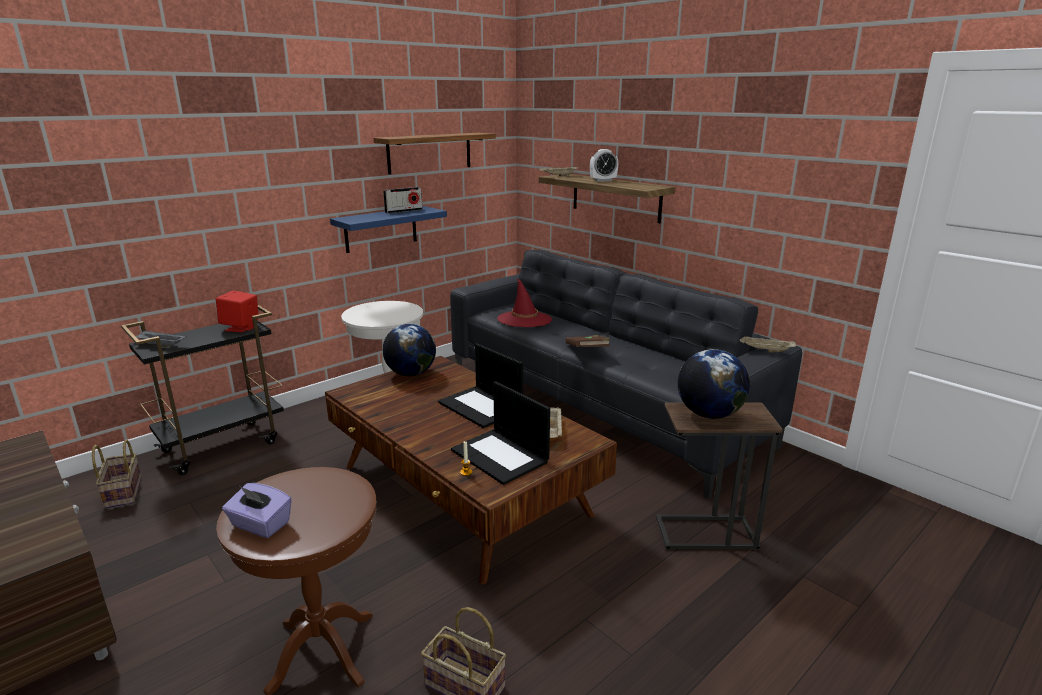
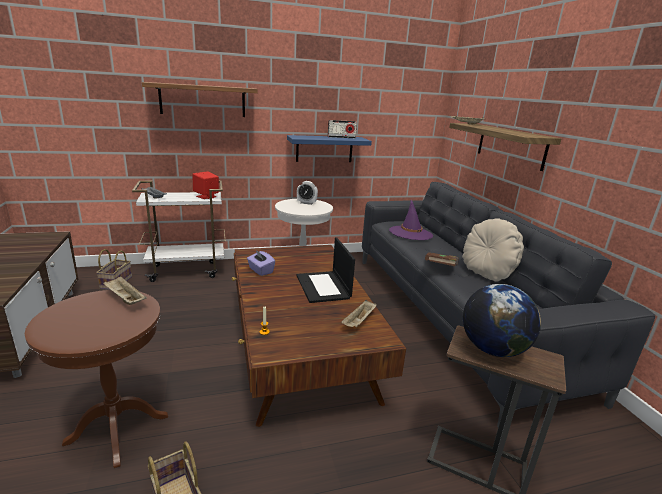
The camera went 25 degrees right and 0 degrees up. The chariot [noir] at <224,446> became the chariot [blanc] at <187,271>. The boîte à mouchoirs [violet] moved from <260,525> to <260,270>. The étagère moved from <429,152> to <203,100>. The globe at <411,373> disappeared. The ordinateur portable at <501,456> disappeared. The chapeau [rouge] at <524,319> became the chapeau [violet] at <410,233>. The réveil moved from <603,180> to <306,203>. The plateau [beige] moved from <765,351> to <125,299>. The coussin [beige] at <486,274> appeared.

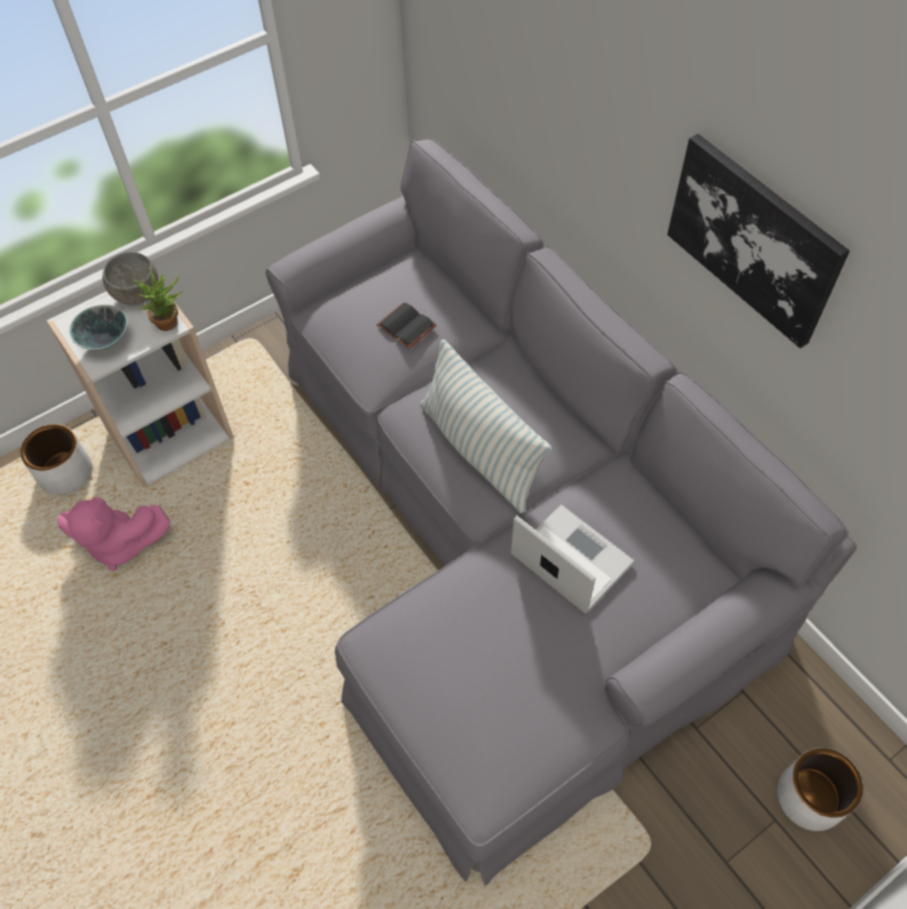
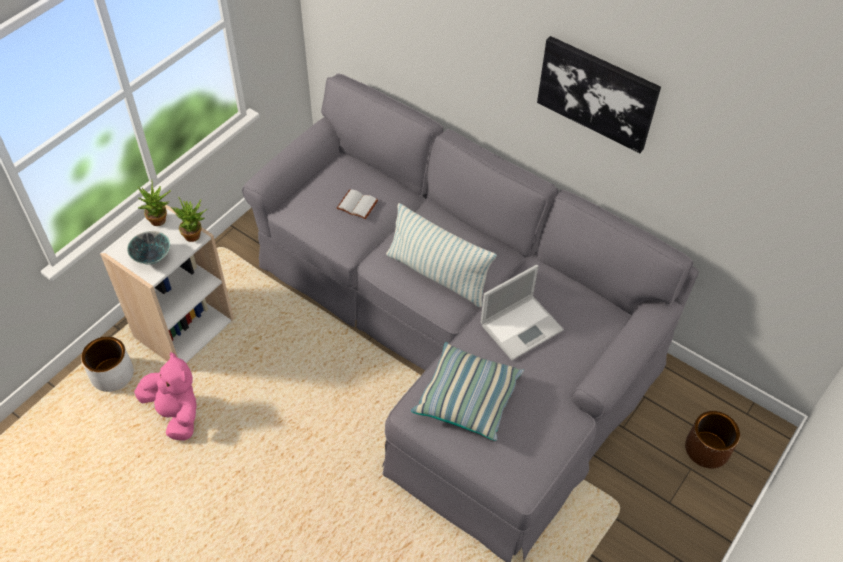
The camera went 20 degrees left and 5 degrees down. The peluche [rose] at <119,543> turned 120 degrees counterclockwise. The bol [gris] at <136,294> was replaced by the plante en pot at <161,221>. The livre [noir] at <405,327> became the livre [blanc] at <356,205>. The ordinateur portable at <569,558> turned 120 degrees clockwise. The cache-pot [blanc] at <810,798> became the cache-pot [marron] at <707,449>. The coussin at <467,398> appeared.

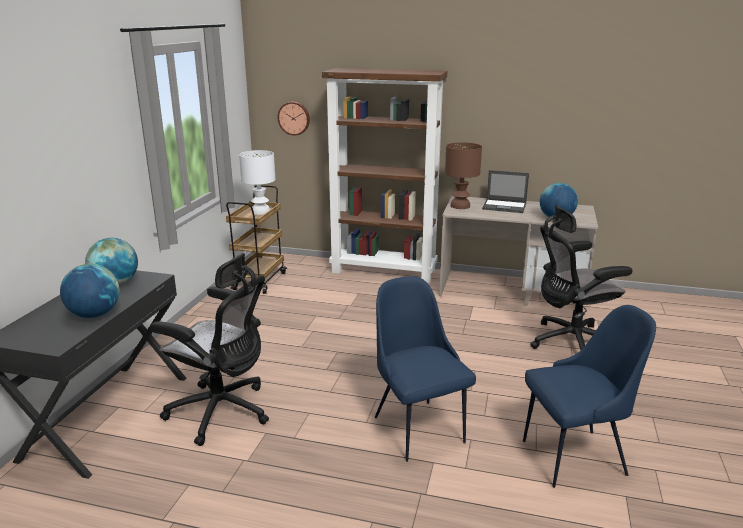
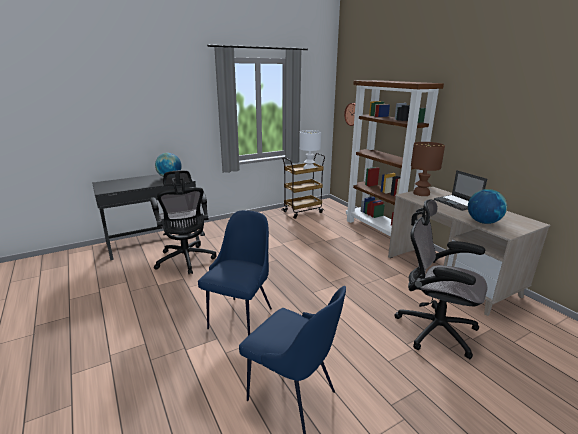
The camera went 45 degrees right and 0 degrees up. The globe at <94,315> disappeared.

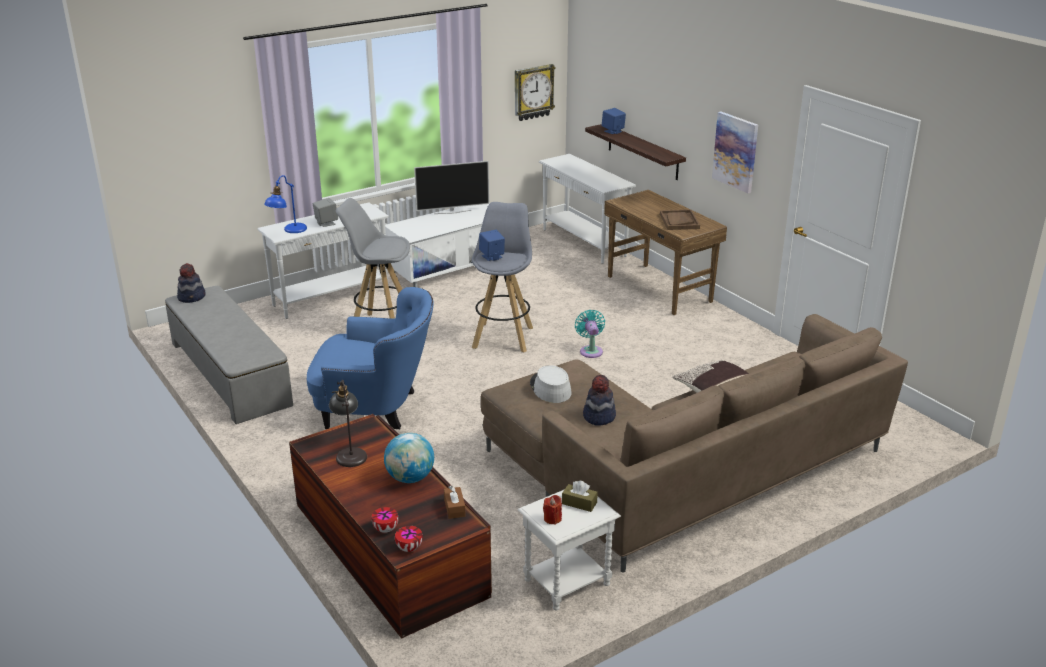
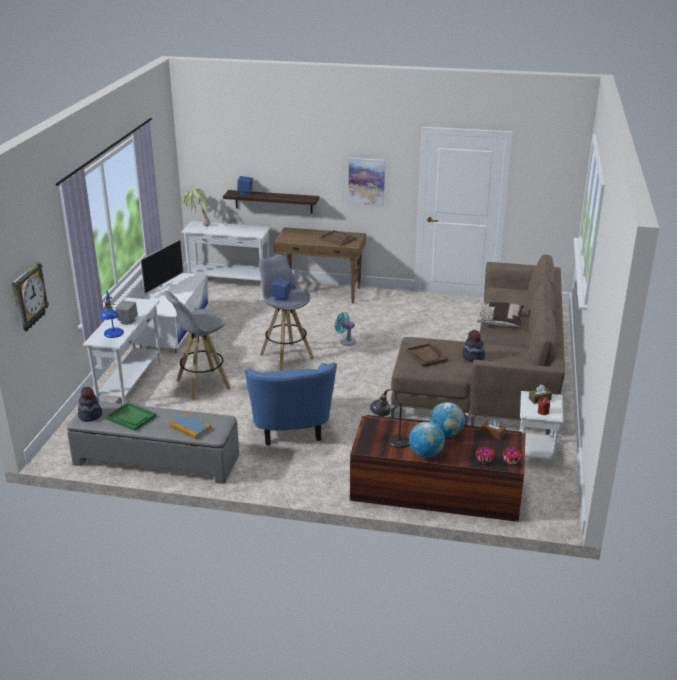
The camera went 45 degrees left and 0 degrees up. The fauteuil [bleu] at <376,408> turned 120 degrees clockwise. The horloge murale moved from <533,92> to <28,297>. The chapeau [gris] at <550,388> was replaced by the plateau [marron] at <426,356>. The plateau [vert] at <131,418> appeared. The livre at <190,428> appeared. The plante en pot at <197,226> appeared. The globe at <426,454> appeared.

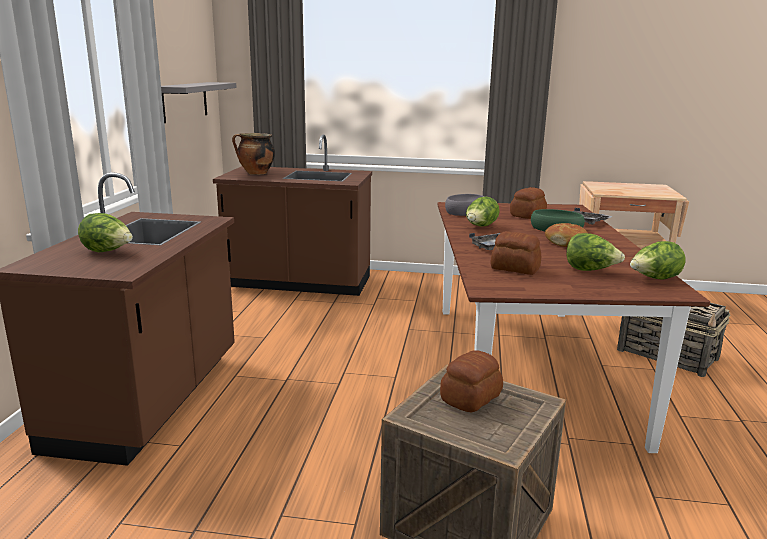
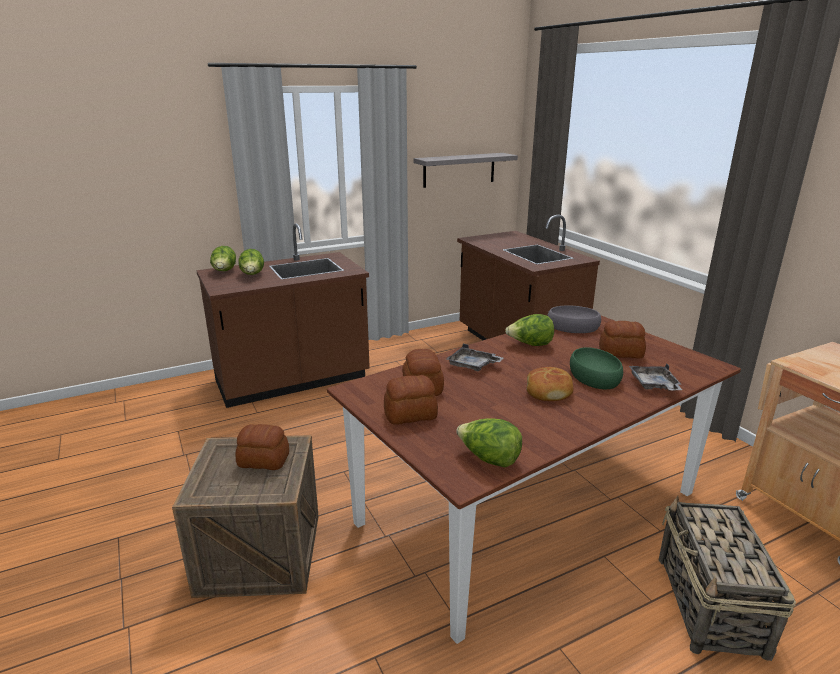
The camera went 55 degrees right and 5 degrees up. The marmite at <256,173> disappeared. The laitue moved from <590,270> to <224,271>. The pain at <411,415> appeared.

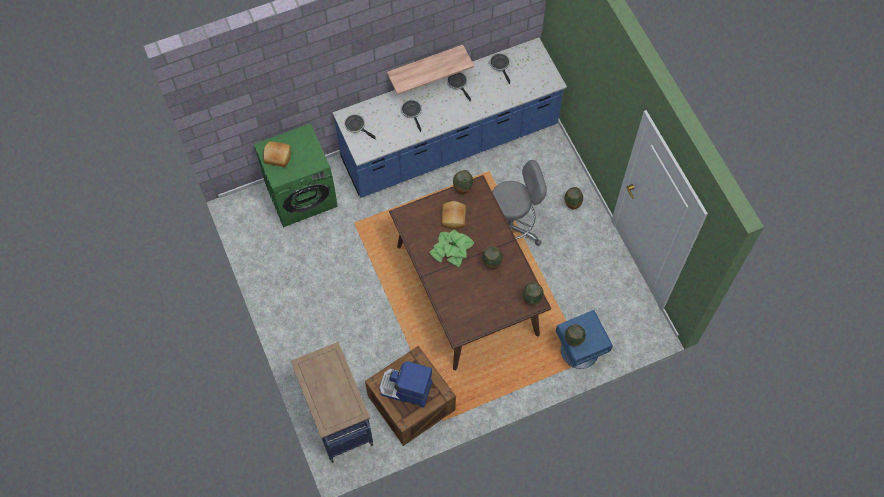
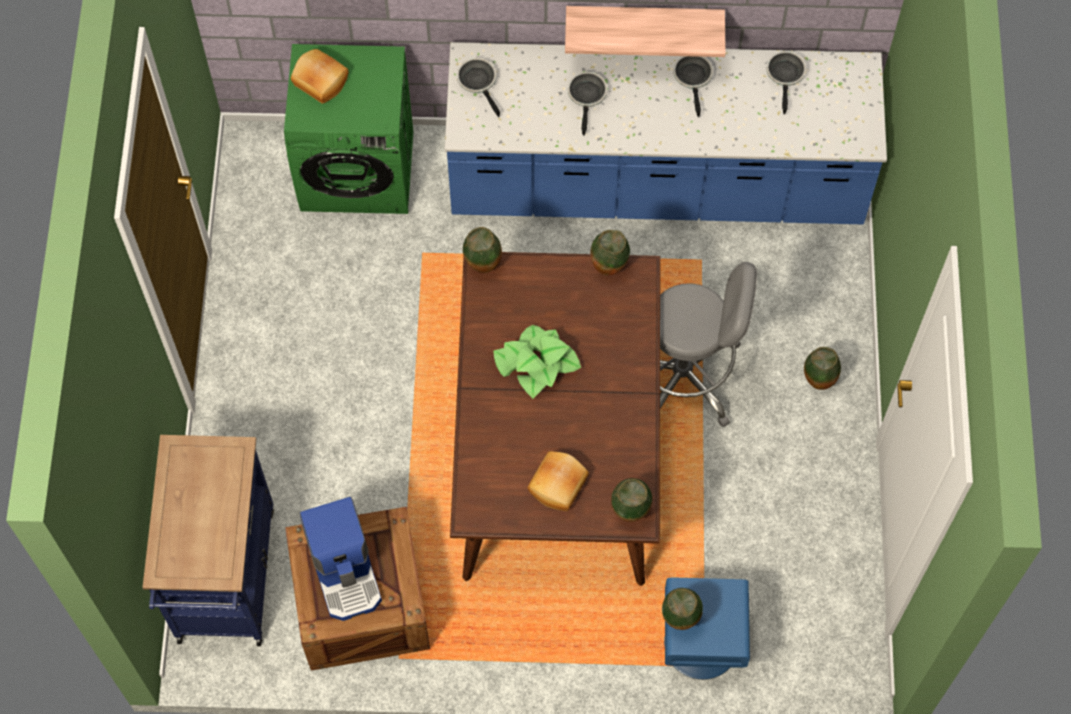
The camera went 25 degrees right and 0 degrees up. The machine à café at <405,389> turned 150 degrees counterclockwise. The pain moved from <454,218> to <559,486>. The vase moved from <491,266> to <483,268>.

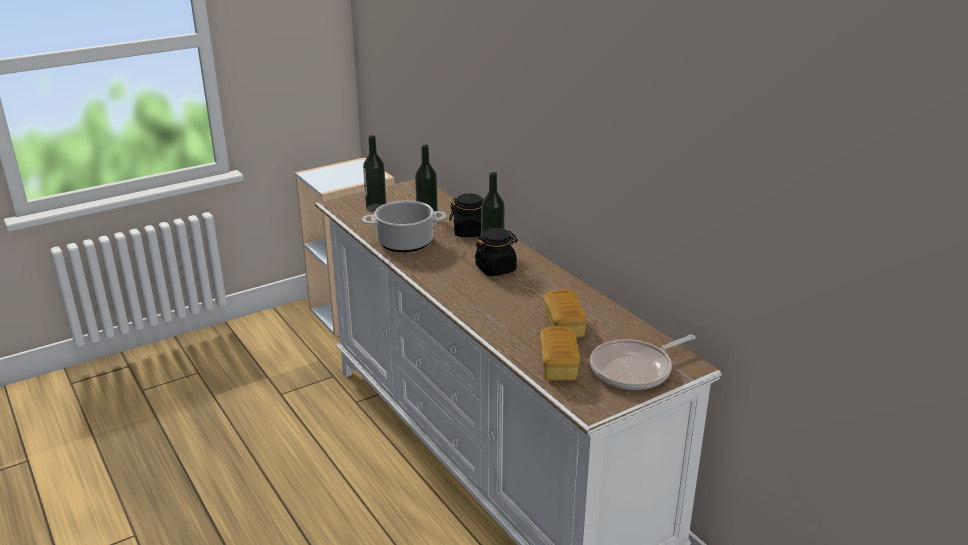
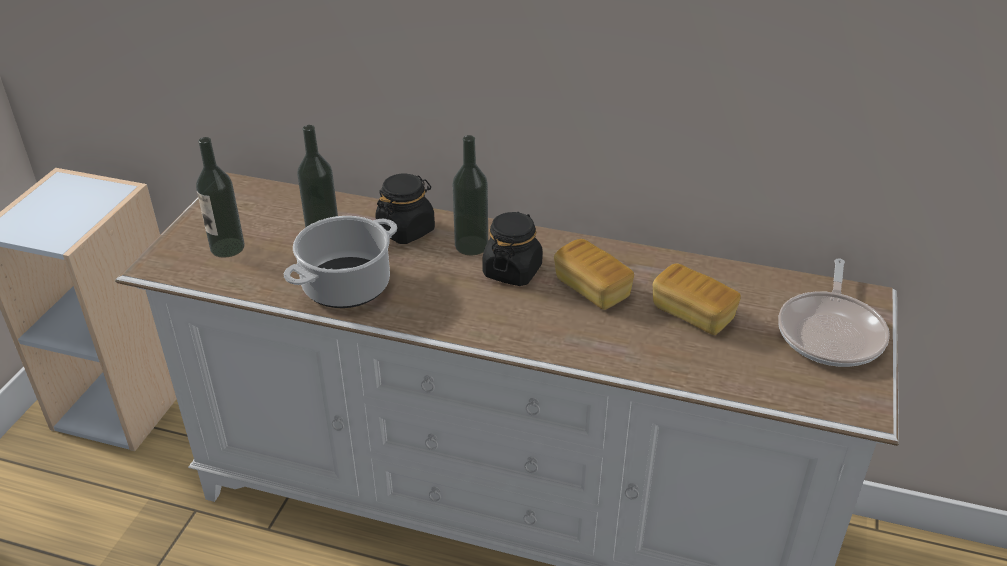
The camera went 40 degrees left and 10 degrees up. The pain moved from <558,366> to <592,288>.

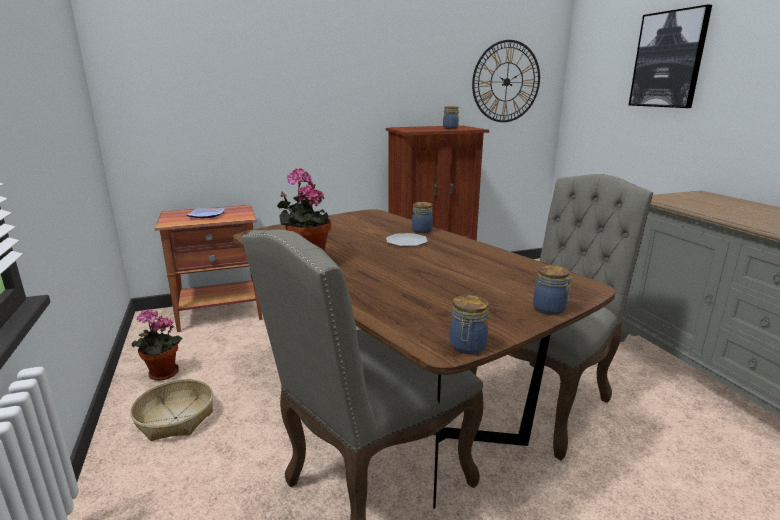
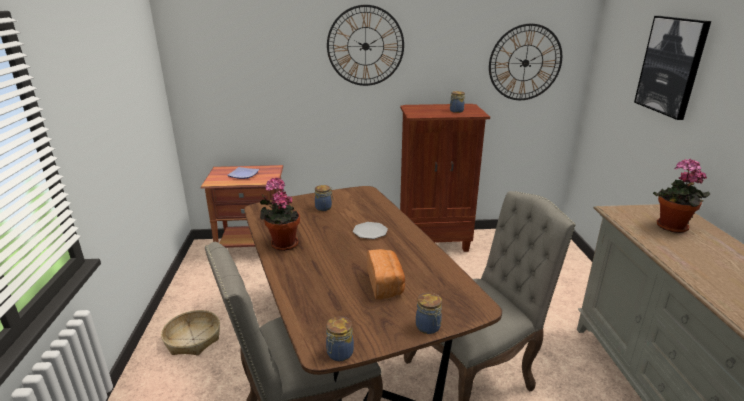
The camera went 15 degrees right and 5 degrees up. The plante en pot moved from <161,375> to <671,228>. The bocal moved from <422,230> to <324,208>. The horloge murale at <365,46> appeared. The pain at <385,284> appeared.

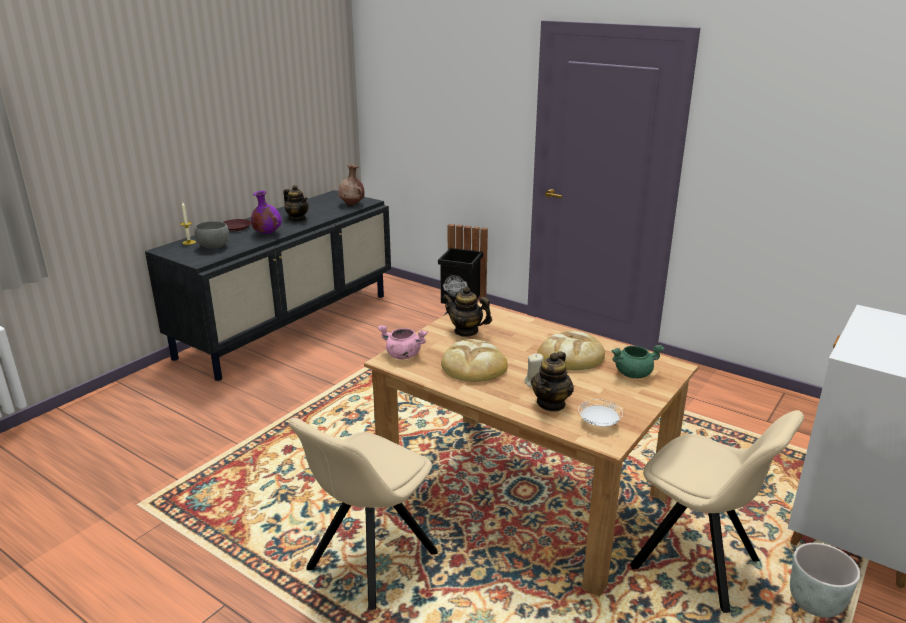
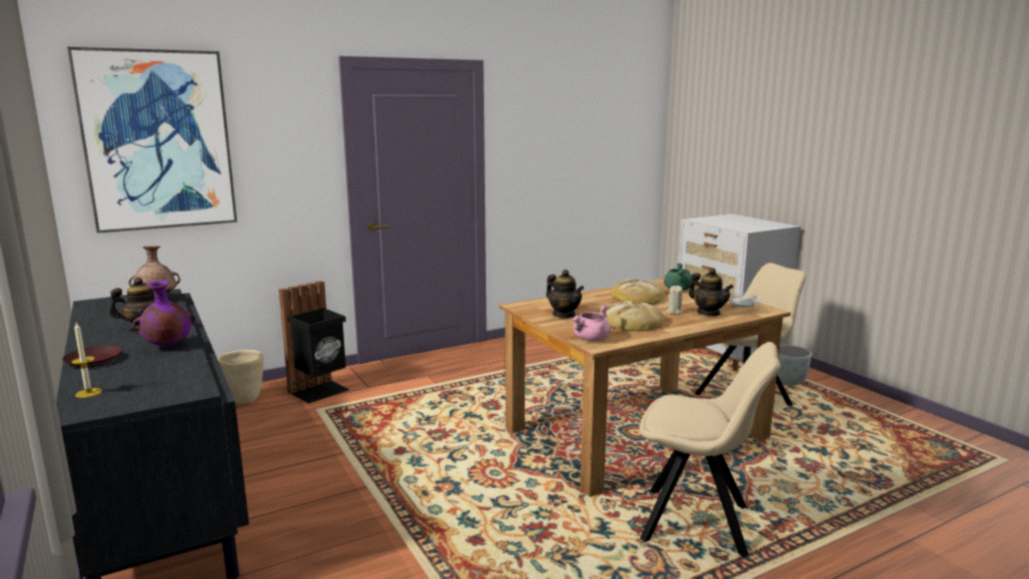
The camera went 65 degrees left and 10 degrees down. The bol [gris] at <214,247> disappeared. The chaise [beige] at <370,560> turned 45 degrees counterclockwise. The théière at <466,331> turned 90 degrees counterclockwise. The tableau at <158,140> appeared. The cache-pot [beige] at <245,399> appeared.

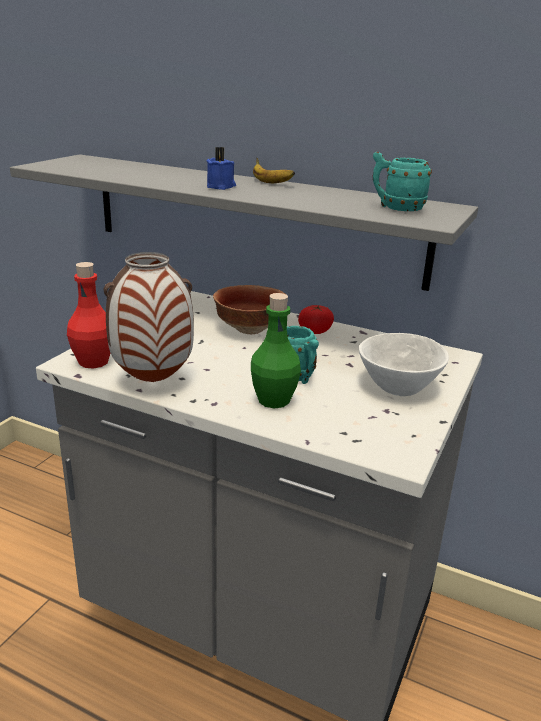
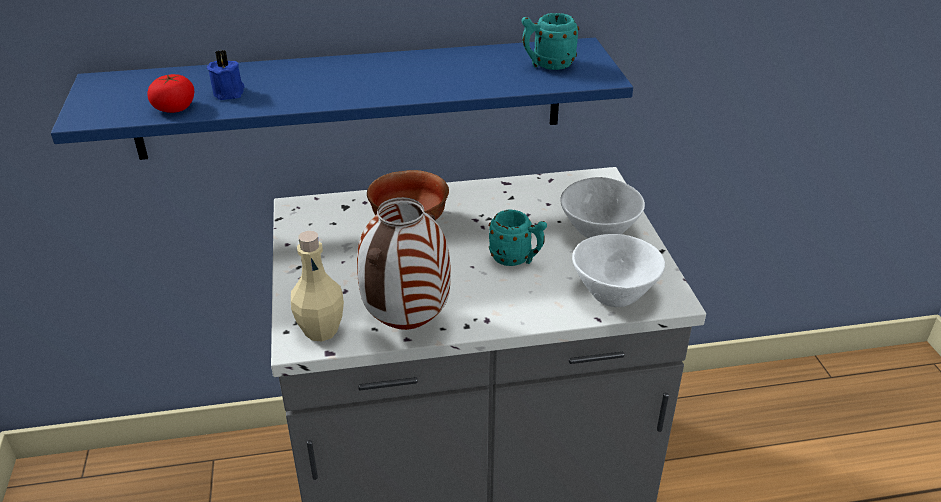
The camera went 35 degrees left and 10 degrees up. The étagère [gris] at <252,218> became the étagère [bleu] at <351,98>. The bouteille [rouge] at <93,362> became the bouteille [beige] at <321,330>. The bougie [bleu] moved from <221,186> to <230,92>. The bouteille [vert] at <274,400> disappeared. The banane at <270,182> disappeared. The tomate moved from <315,330> to <174,108>. The bol [blanc] at <616,292> appeared.

